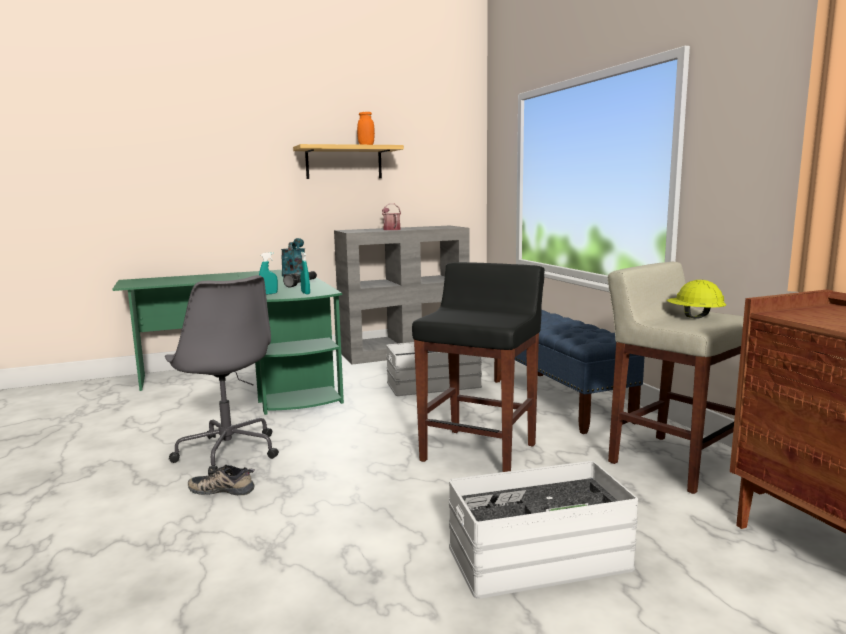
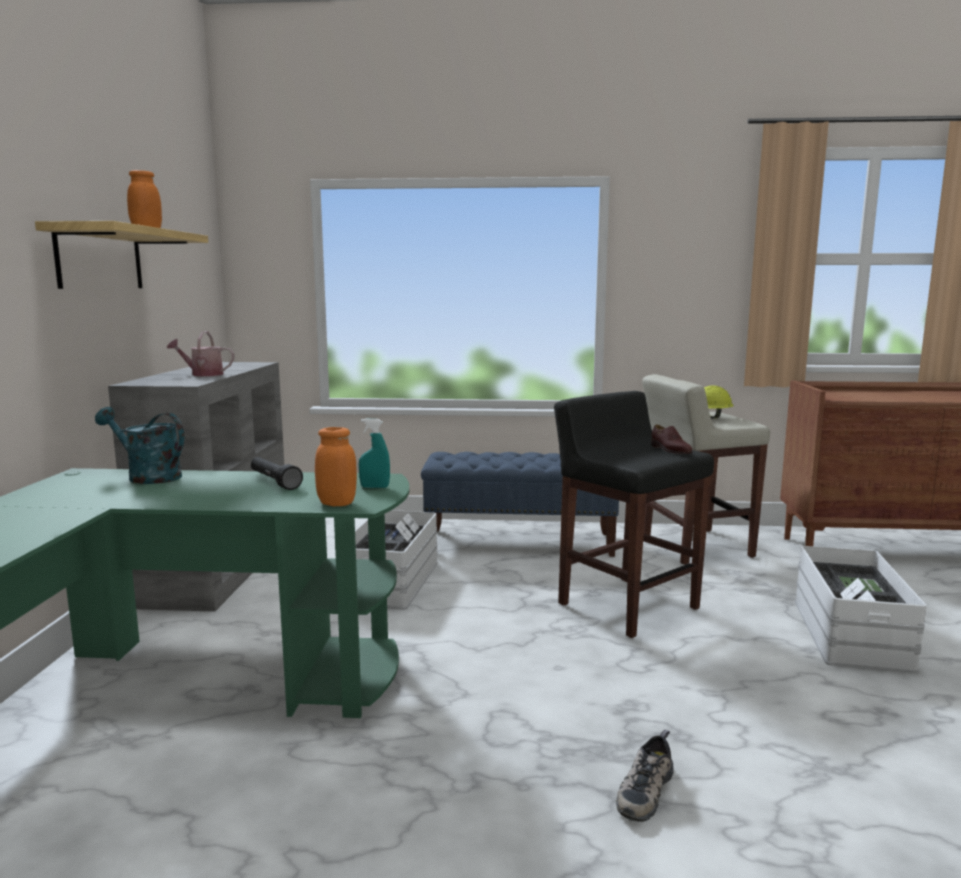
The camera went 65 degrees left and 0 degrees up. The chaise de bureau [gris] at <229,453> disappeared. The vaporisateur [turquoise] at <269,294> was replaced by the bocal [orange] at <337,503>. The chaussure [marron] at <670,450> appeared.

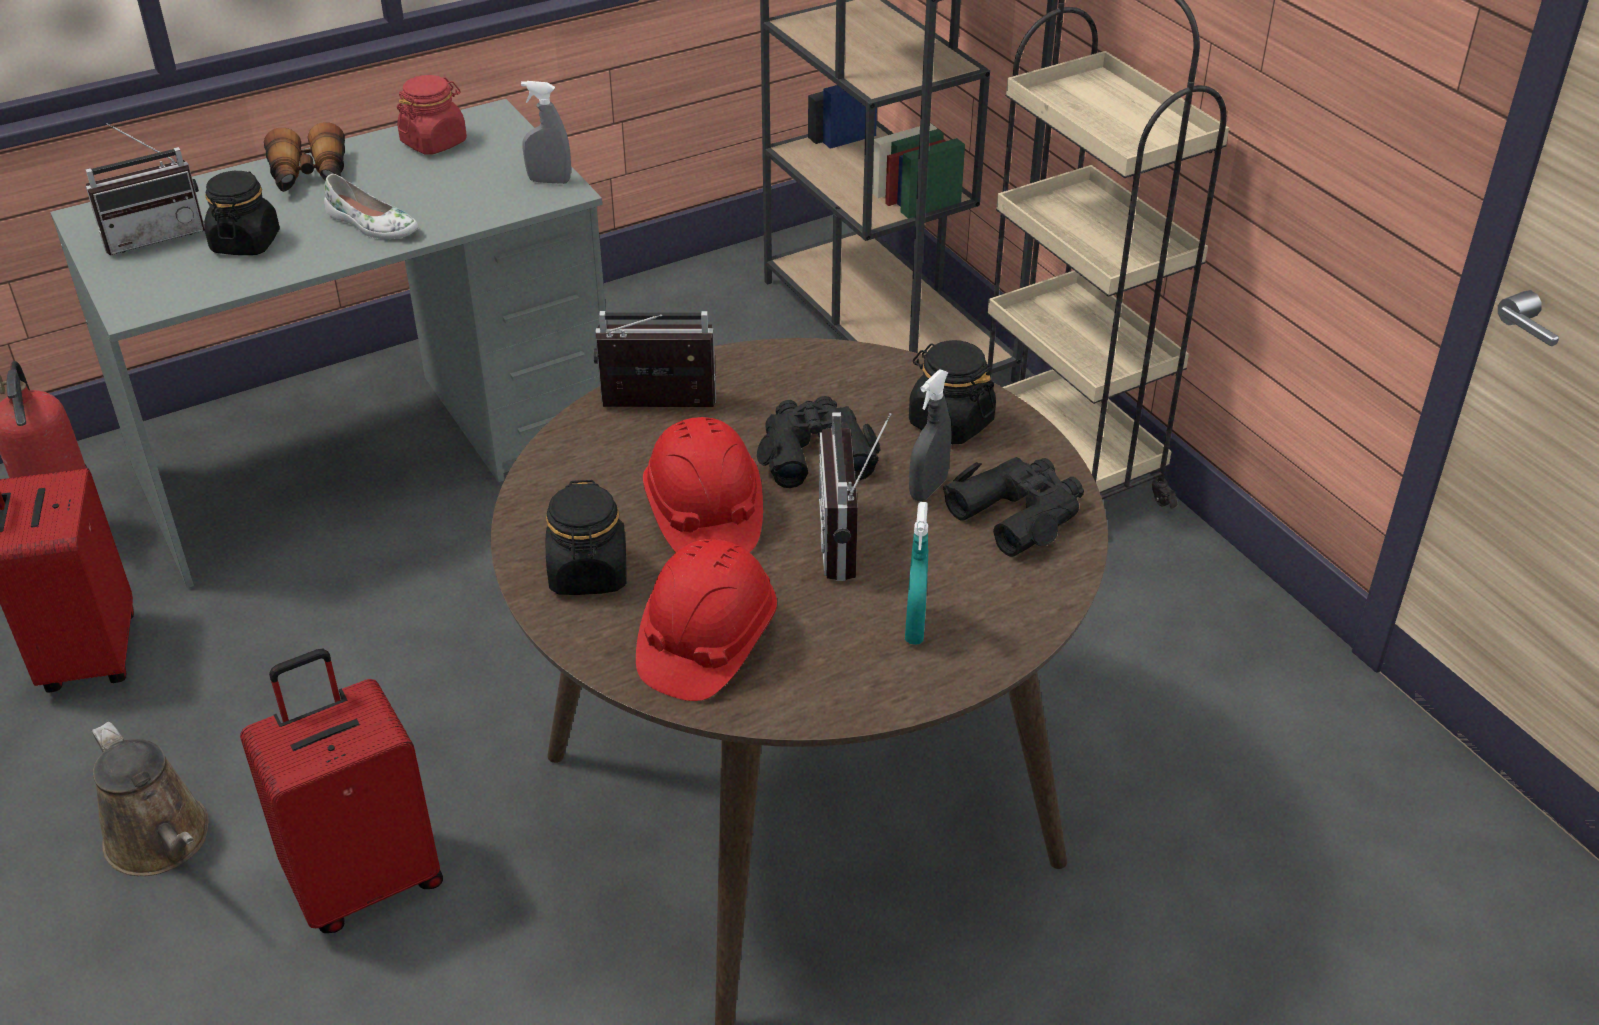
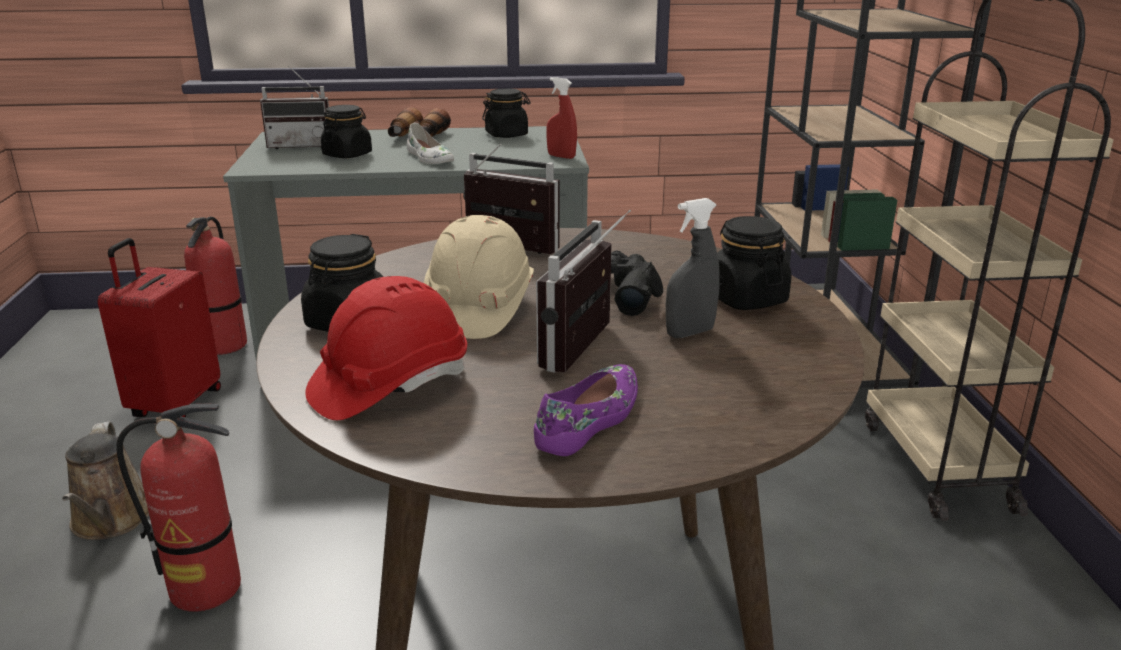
The camera went 25 degrees right and 15 degrees down. The valise [rouge] at <365,879> was replaced by the extincteur at <206,589>. The bocal [rouge] at <434,142> became the bocal [noir] at <507,135>. The vaporisateur [gris] at <549,181> became the vaporisateur [rouge] at <561,156>. The casque de chantier [rouge] at <704,515> became the casque de chantier [beige] at <478,309>. The vaporisateur [turquoise] at <915,627> was replaced by the chaussure [violet] at <591,420>. The jumelles [noir] at <1018,513> disappeared.

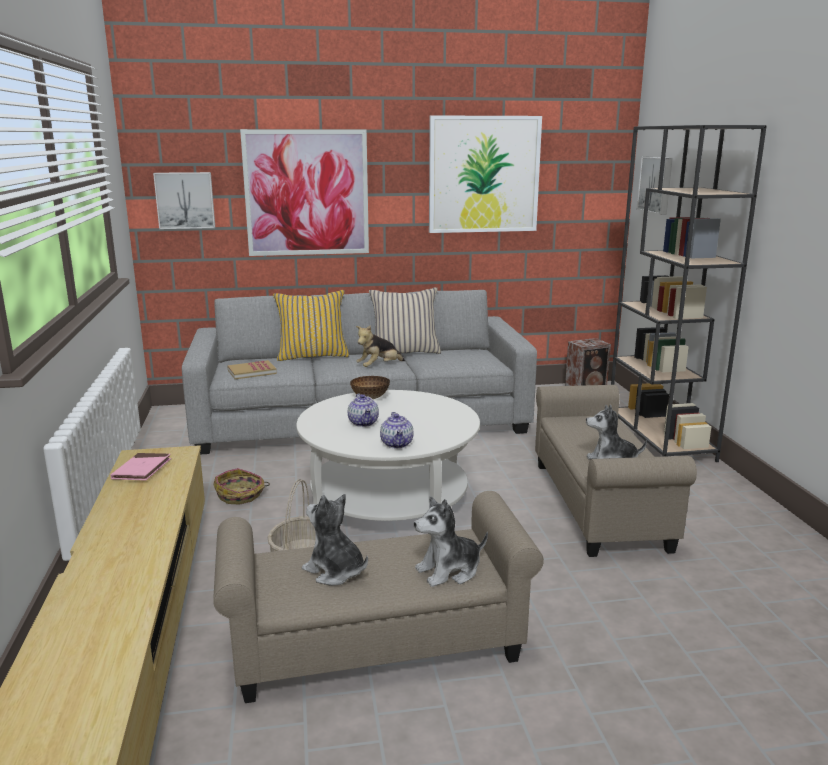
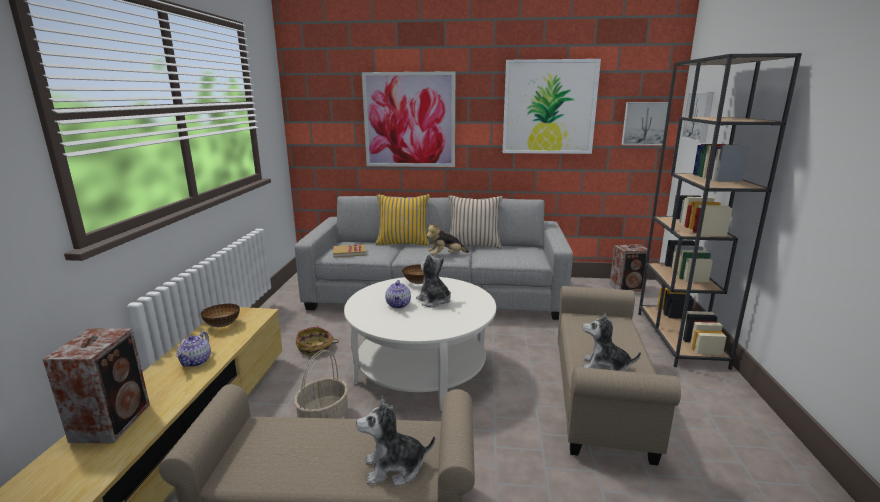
The camera went 15 degrees right and 0 degrees up. The livre [rose] at <142,470> was replaced by the bol at <223,325>. The tableau moved from <185,200> to <645,123>. The peluche moved from <335,571> to <434,301>. The théière moved from <397,444> to <196,361>. The enceinte at <113,421> appeared.

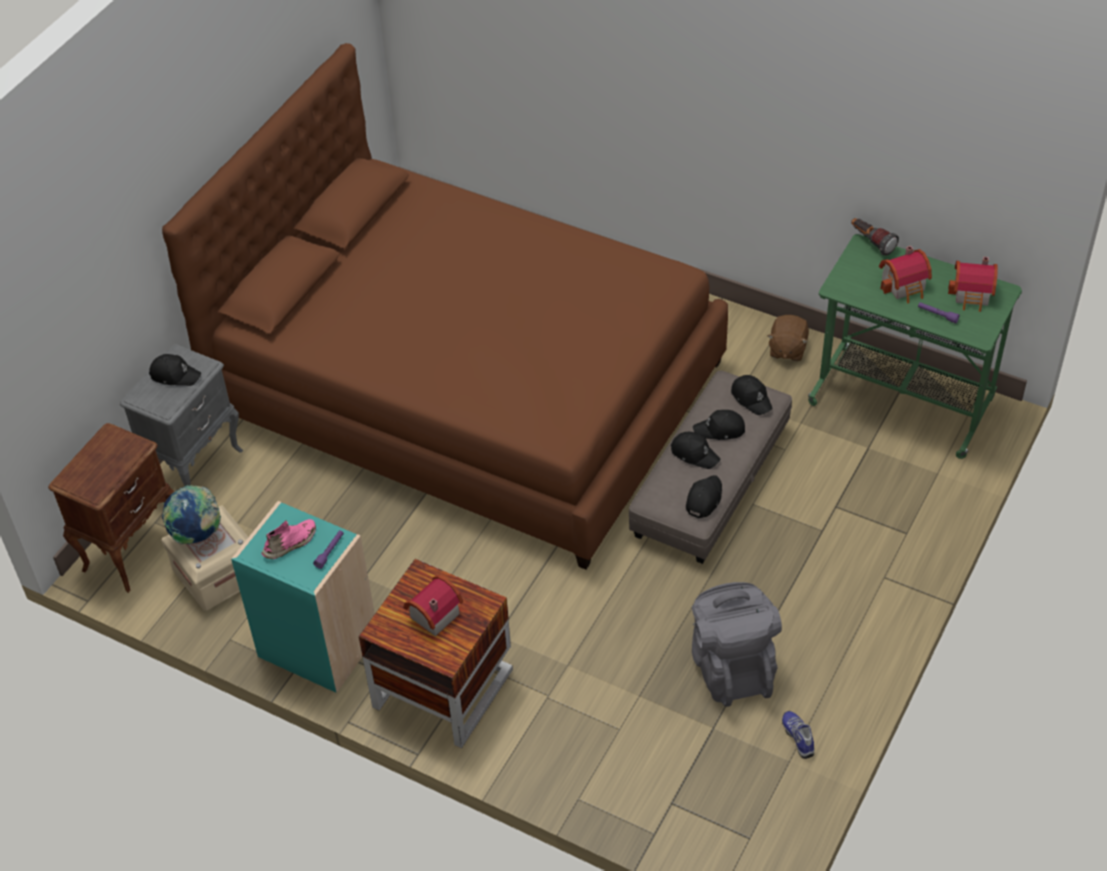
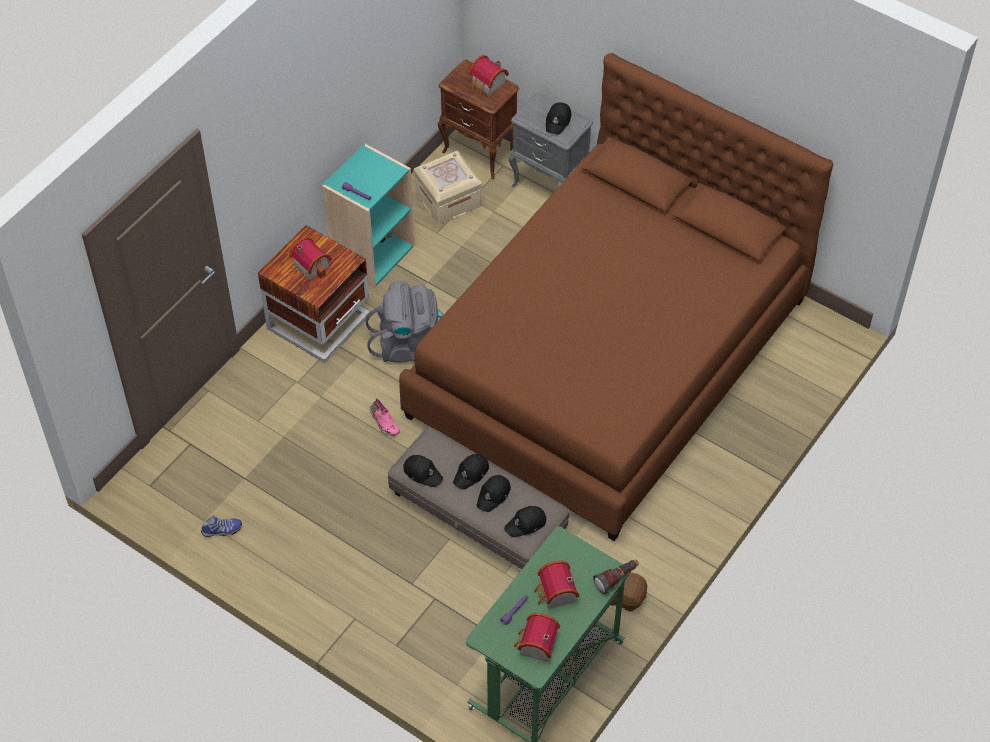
The camera went 95 degrees right and 5 degrees up. The globe at <196,534> disappeared. The chaussure [rose] moved from <291,543> to <384,422>. The sac à dos [gris] moved from <731,666> to <410,345>. The casquette [noir] at <720,430> turned 150 degrees counterclockwise. The maison miniature at <488,84> appeared.

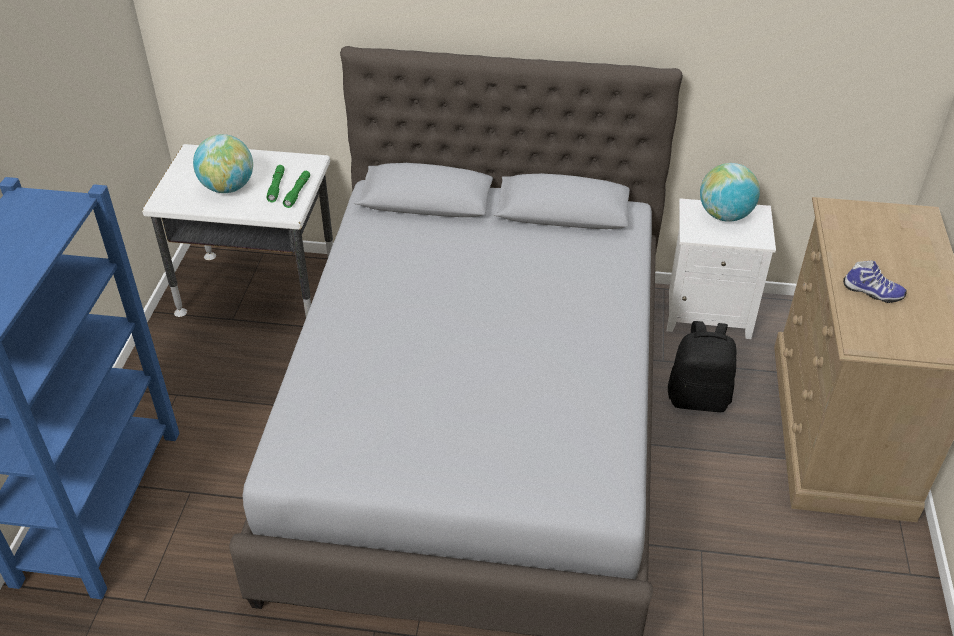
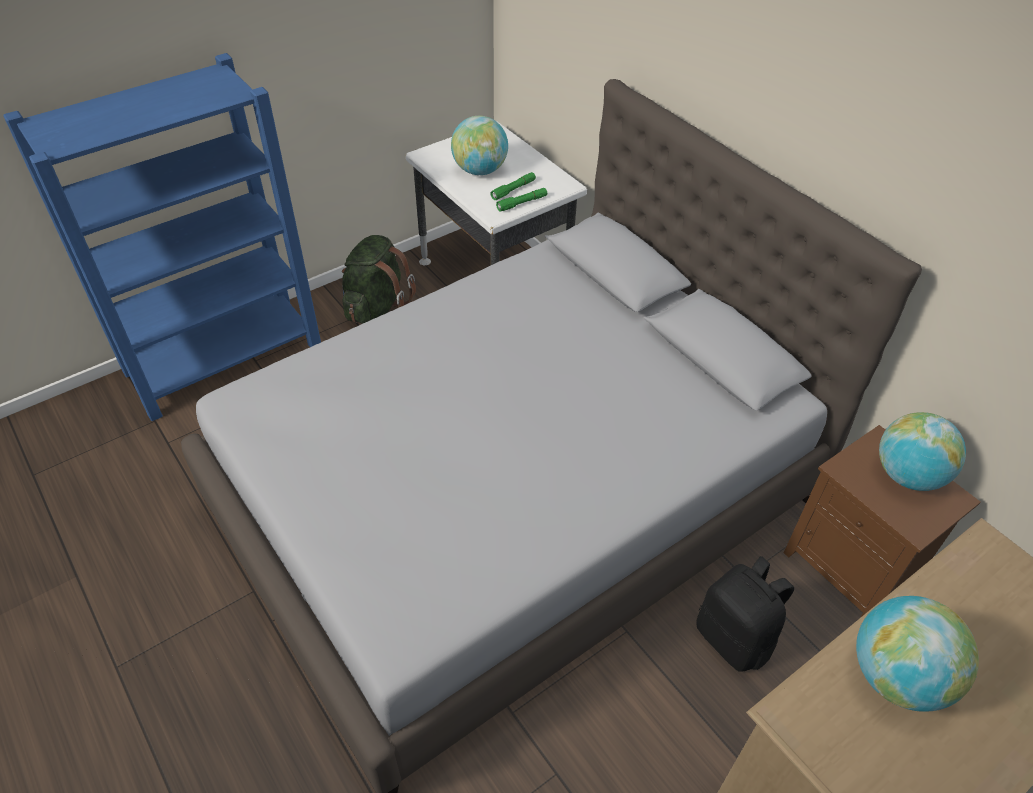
The camera went 45 degrees right and 5 degrees up. The table de chevet [blanc] at <709,312> became the table de chevet [marron] at <852,569>. The chaussure at <872,292> was replaced by the globe at <896,676>. The sac à dos [vert] at <377,307> appeared.

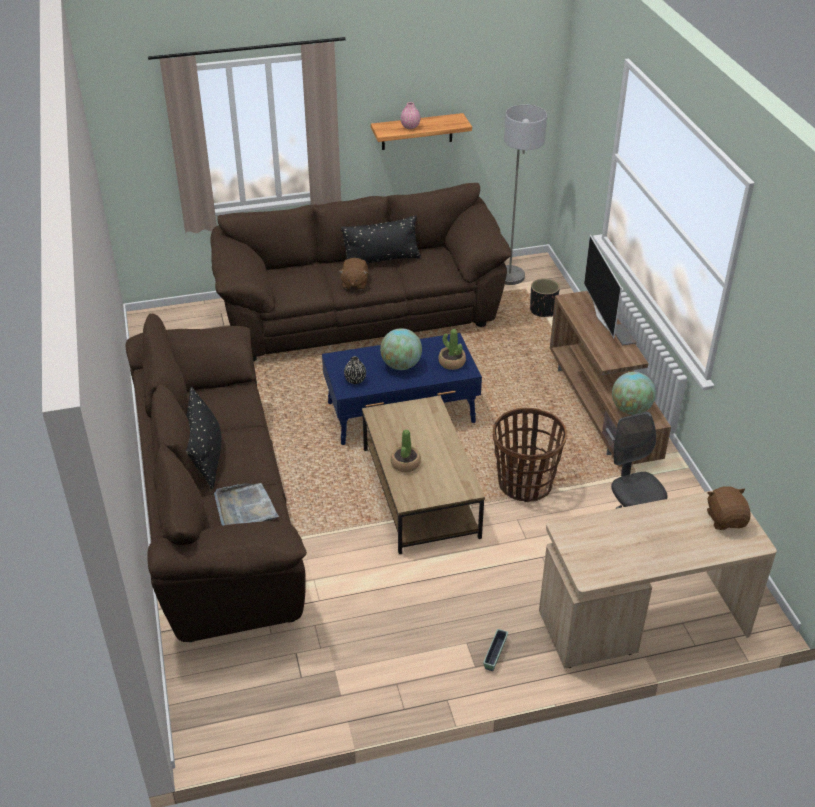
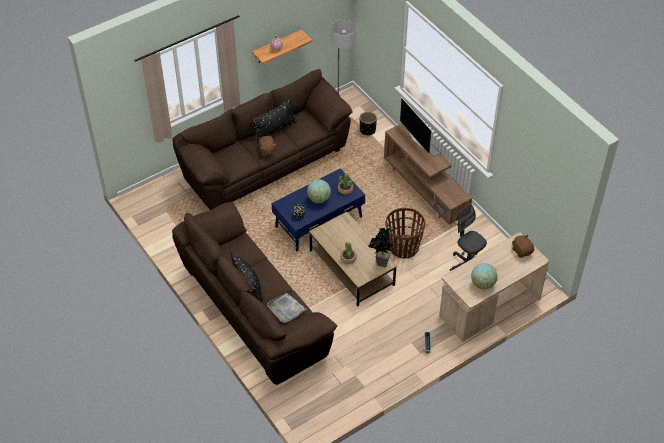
The camera went 20 degrees left and 10 degrees up. The globe moved from <631,409> to <483,284>. The plante en pot at <381,264> appeared.

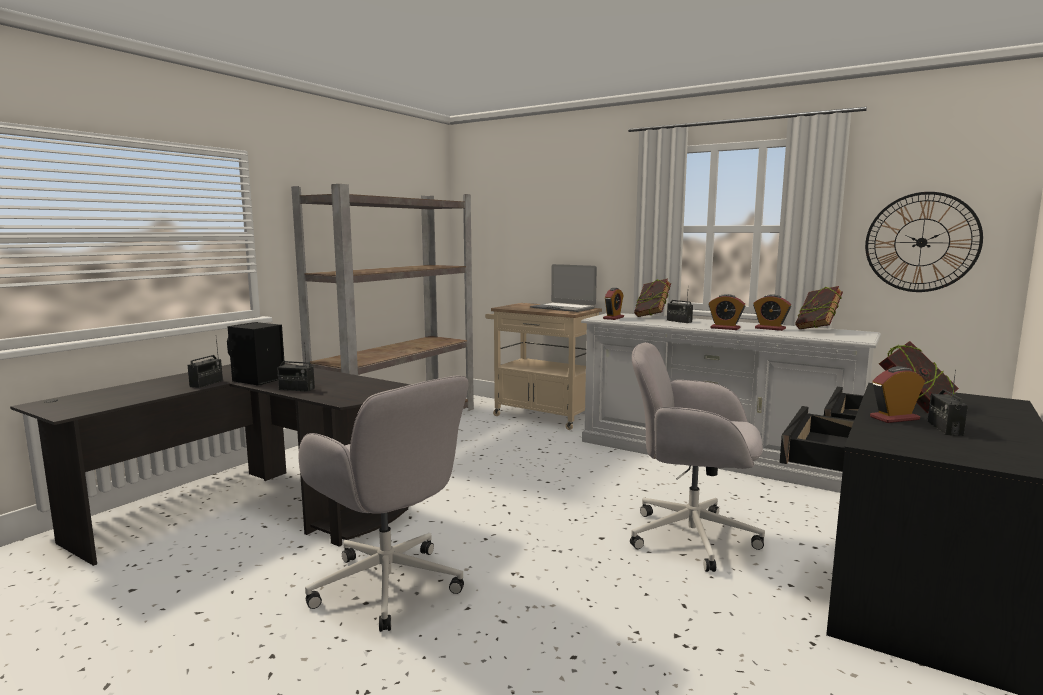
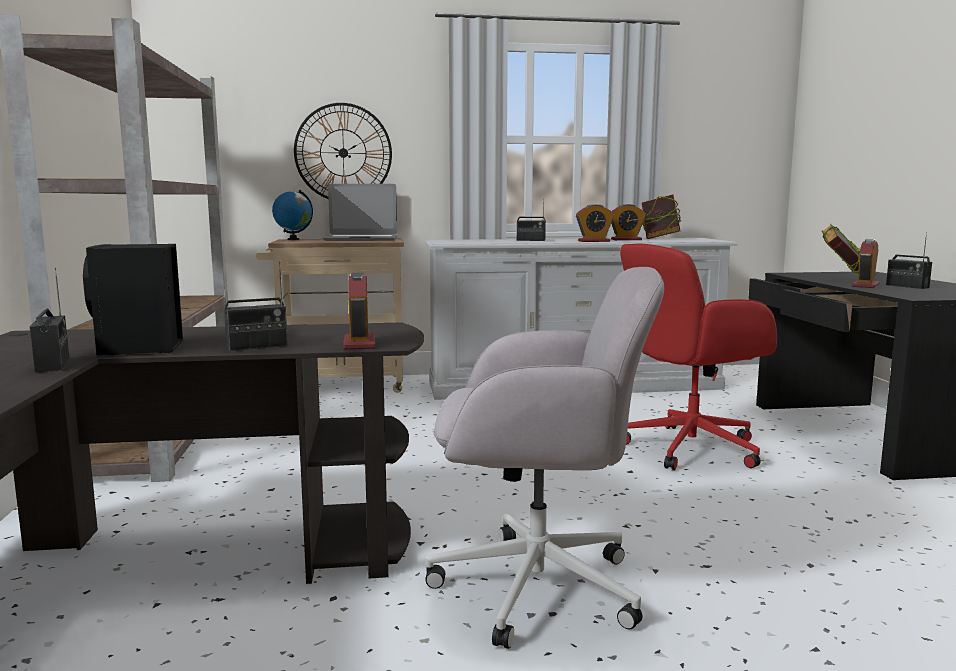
The camera went 40 degrees left and 0 degrees up. The réveil moved from <613,318> to <359,343>. The chaise de bureau [gris] at <689,537> became the chaise de bureau [rouge] at <689,448>. The livre at <652,316> disappeared. The horloge murale moved from <921,242> to <343,153>. The globe at <293,239> appeared.

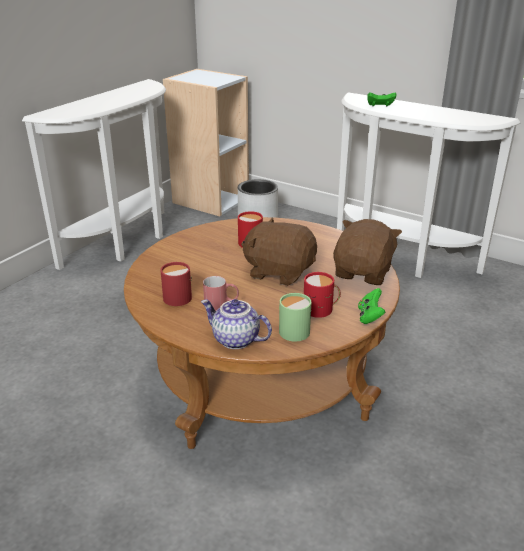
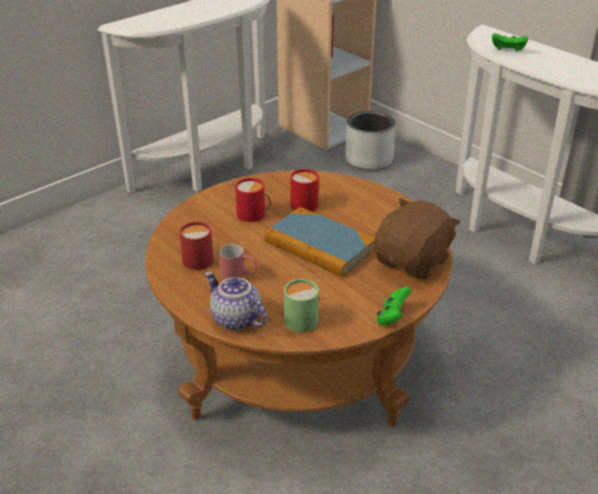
The camera went 15 degrees right and 5 degrees up. The peluche [marron] at <279,271> was replaced by the livre at <319,245>. The mug [rouge] moved from <321,309> to <254,215>.

